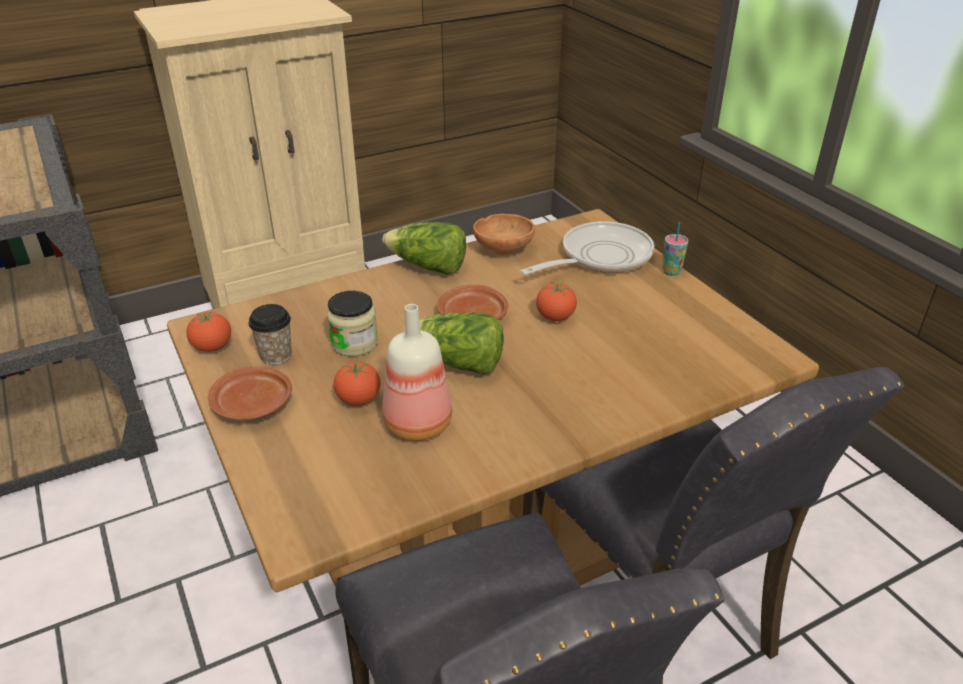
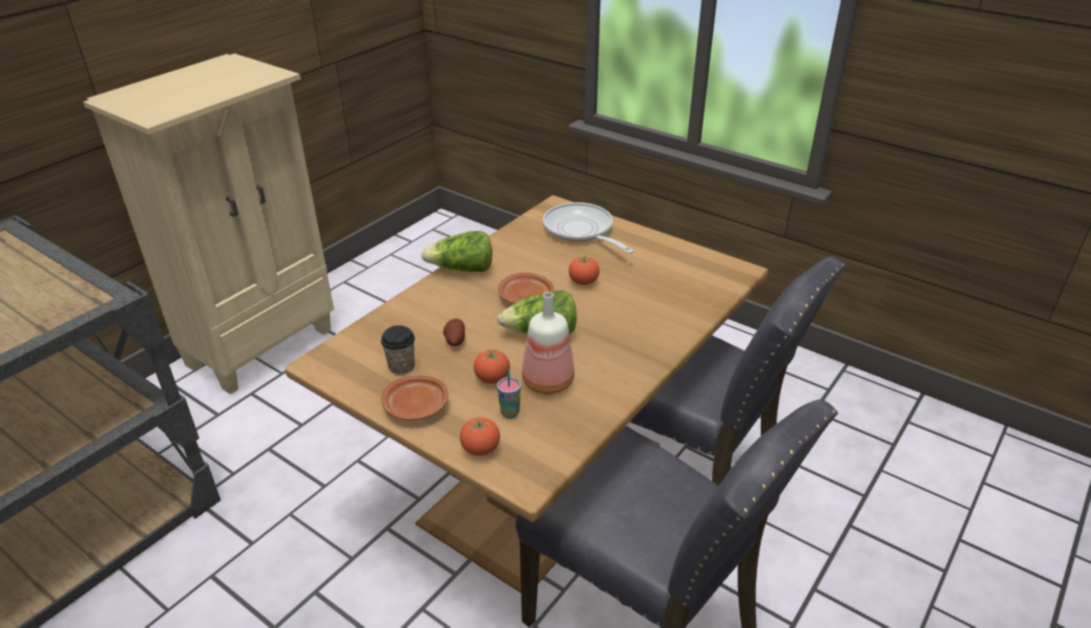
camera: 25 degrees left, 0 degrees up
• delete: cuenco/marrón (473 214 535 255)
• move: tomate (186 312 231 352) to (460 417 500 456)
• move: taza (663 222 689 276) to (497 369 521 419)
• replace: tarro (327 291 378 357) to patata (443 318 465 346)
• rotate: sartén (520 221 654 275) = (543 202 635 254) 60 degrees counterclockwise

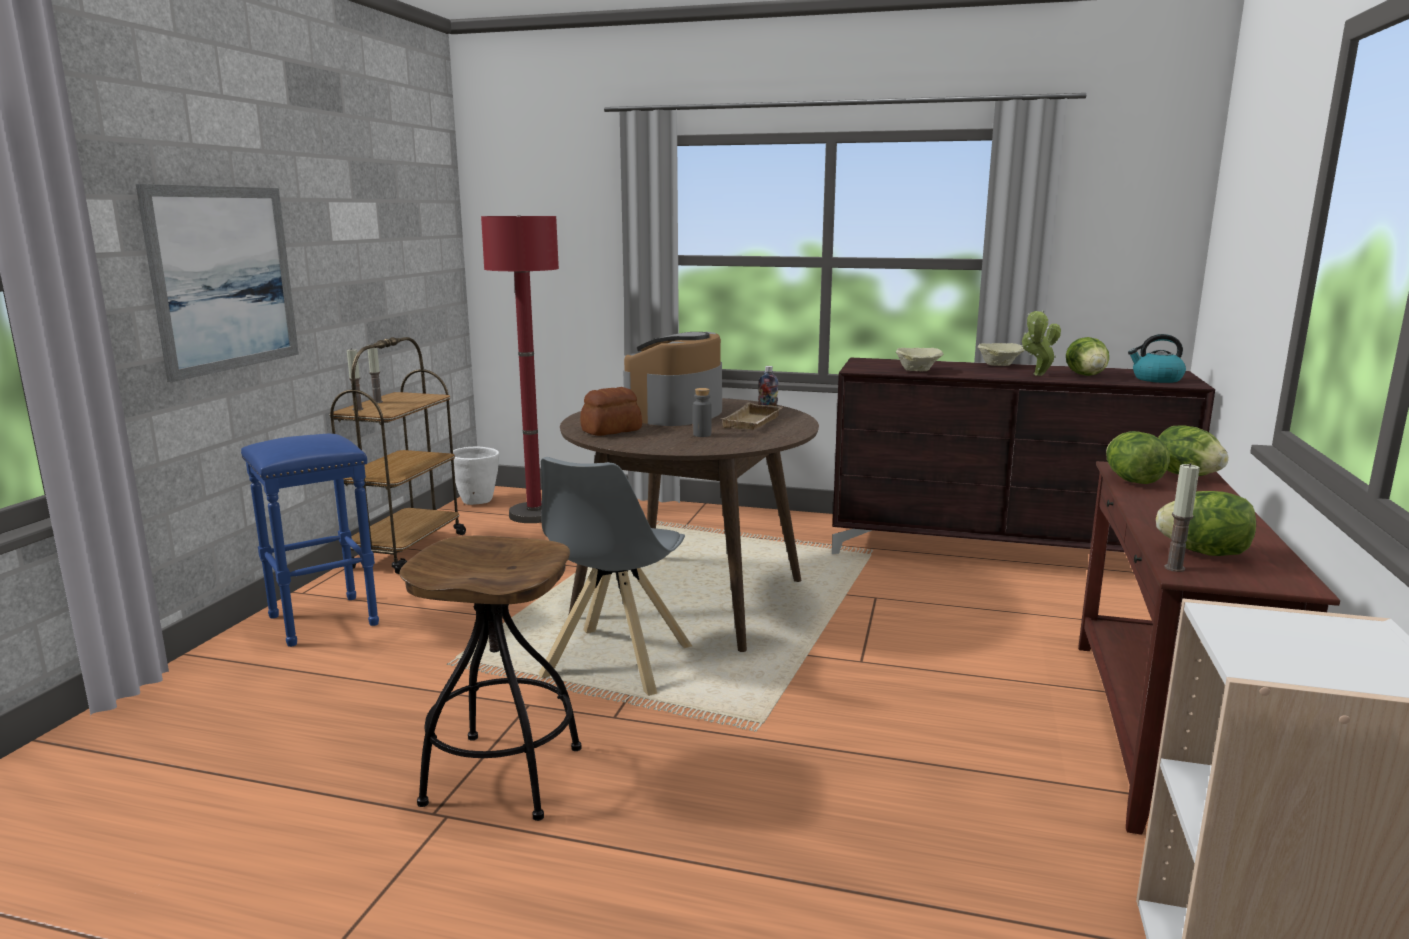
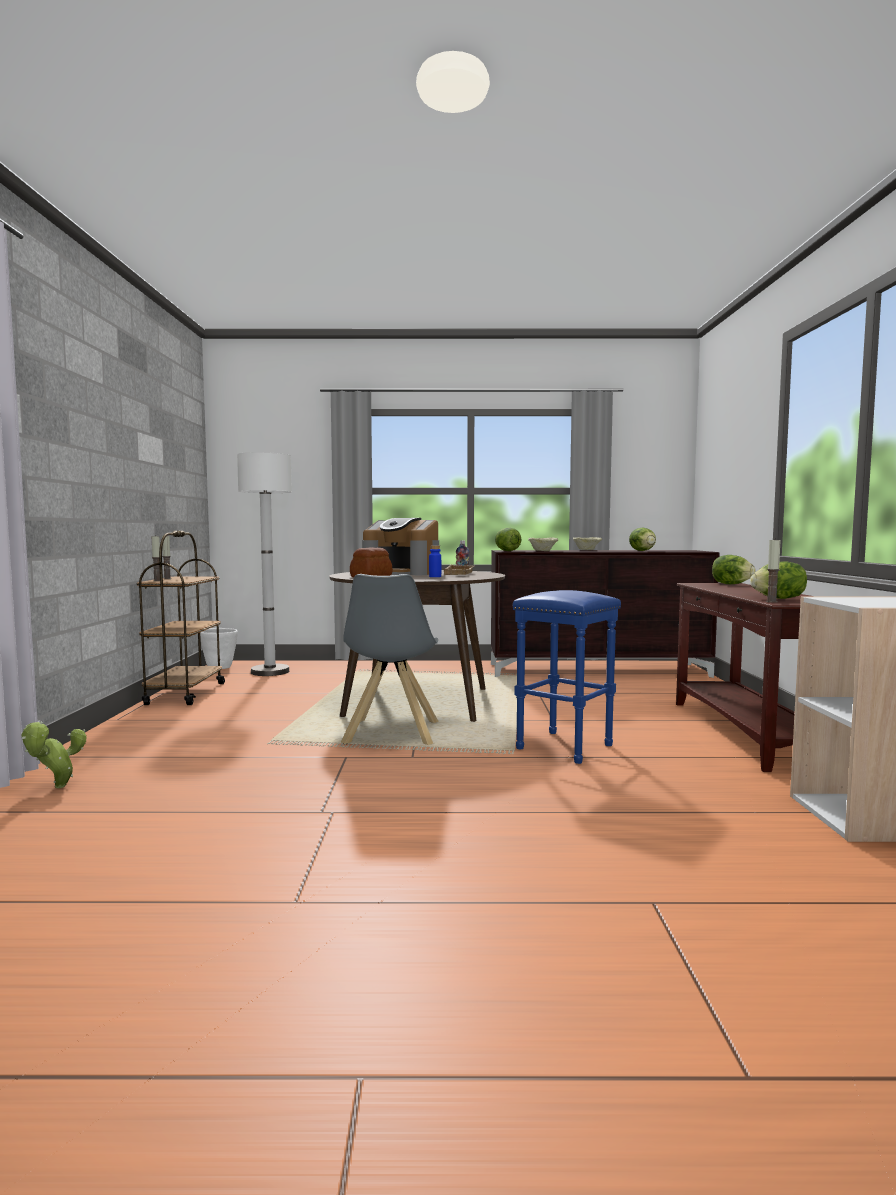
camera: 15 degrees left, 10 degrees down
• delete: cuadro (136 184 299 382)
• delete: taburete/marrón (399 536 581 821)
• delete: hervidor (1128 334 1186 383)
• move: taburete/azul (241 434 379 647) to (513 590 621 764)
• move: planta en maceta (1021 310 1061 376) to (21 721 86 788)
• move: lechuga (1106 431 1170 484) to (495 528 522 551)
• recolor: lámpara de pie/rojo (481 215 559 523) to lámpara de pie/blanco (237 452 292 676)
• recolor: botella/gris (693 388 711 437) to botella/azul (429 545 441 577)
• rotate: cafetera (623 332 722 426) = (362 518 439 575) 75 degrees counterclockwise

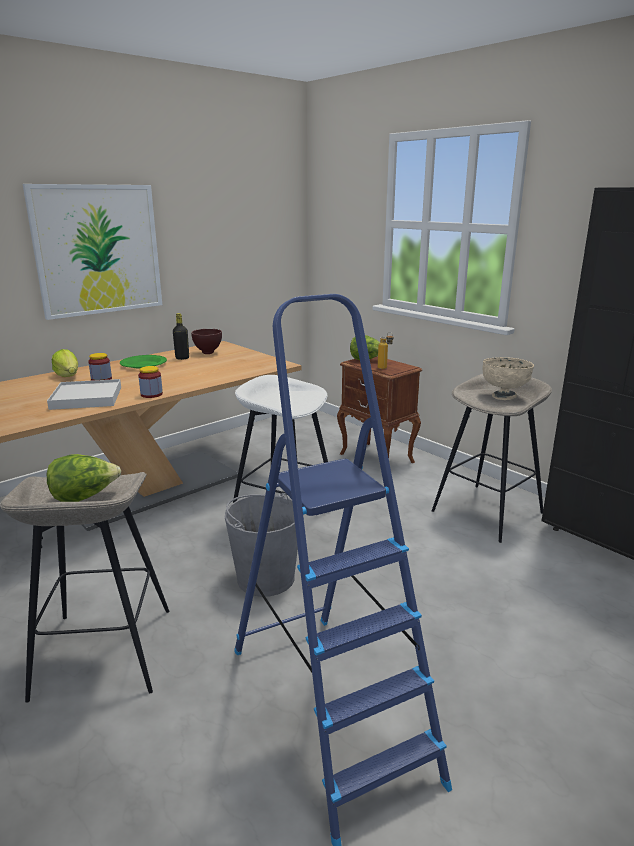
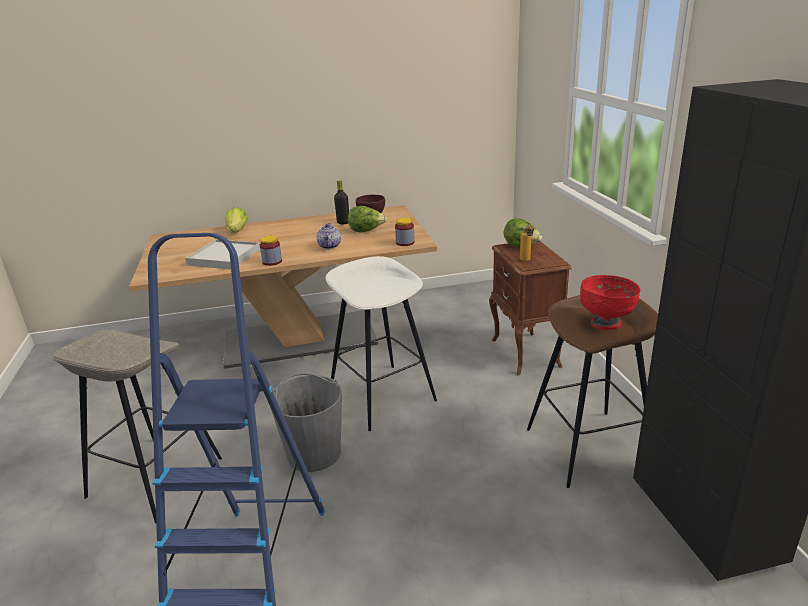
camera: 30 degrees right, 5 degrees up
• delete: cuadro (23 184 162 320)
• delete: plato/verde (120 355 167 369)
• insert: tetera (317 223 341 249)
• move: lechuga (47 454 121 502) to (348 206 387 232)
• move: tarro (88 353 112 381) to (395 218 415 246)
• recolor: taburete/gris (432 374 552 543) to taburete/marrón (527 295 658 488)
• recolor: cuenco/beis (483 357 534 400) to cuenco/rojo (580 275 640 330)

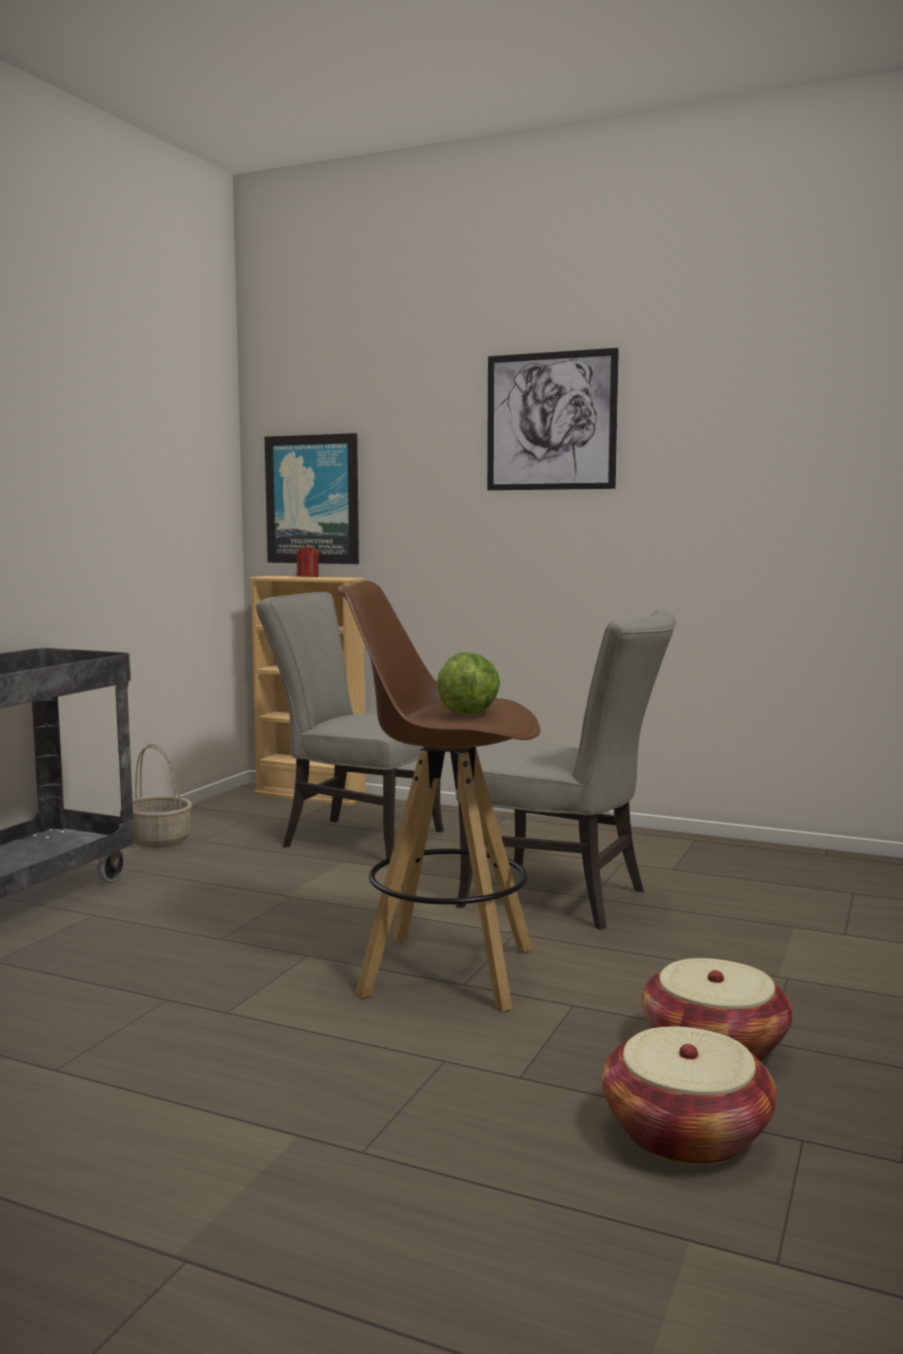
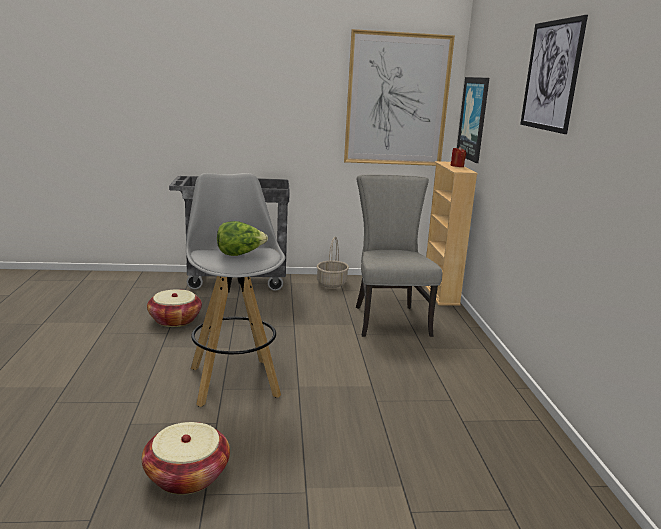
camera: 60 degrees right, 10 degrees up
• delete: silla/gris (456 610 676 930)
• insert: cuadro (344 29 455 166)
• move: cesta (602 1026 777 1166) to (147 289 202 327)
• recolor: taburete/marrón (338 581 540 1012) to taburete/gris (186 173 285 407)

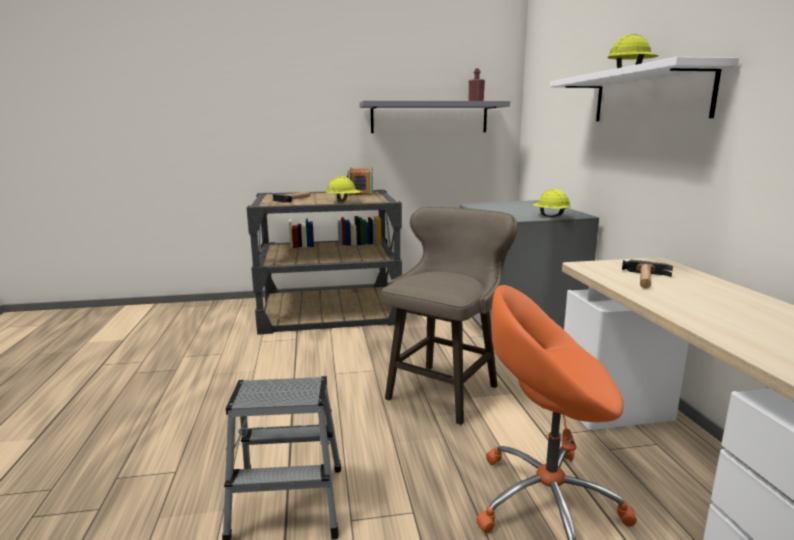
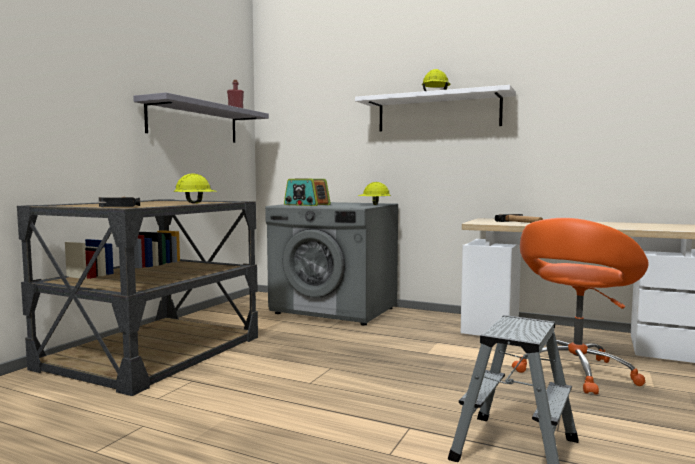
camera: 55 degrees left, 10 degrees down
• delete: taburete/beis (382 207 517 425)
• move: radio (347 167 373 196) to (284 179 331 206)

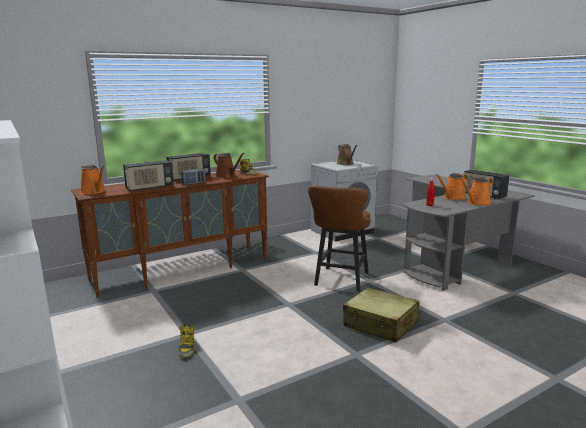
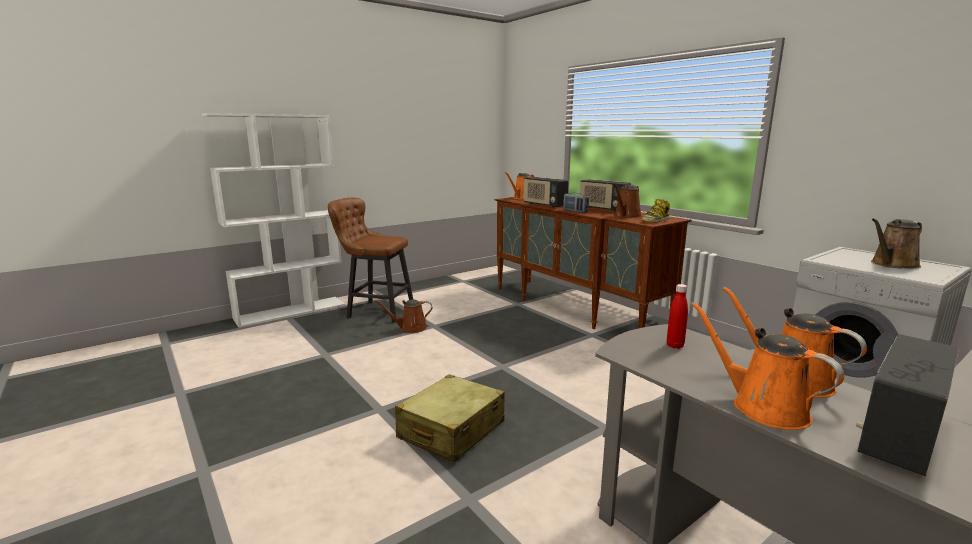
camera: 85 degrees right, 0 degrees up
• move: taburete/marrón (308 185 371 292) to (328 198 413 323)
• replace: bota (179 324 194 358) to regadera/marrón (375 300 433 333)

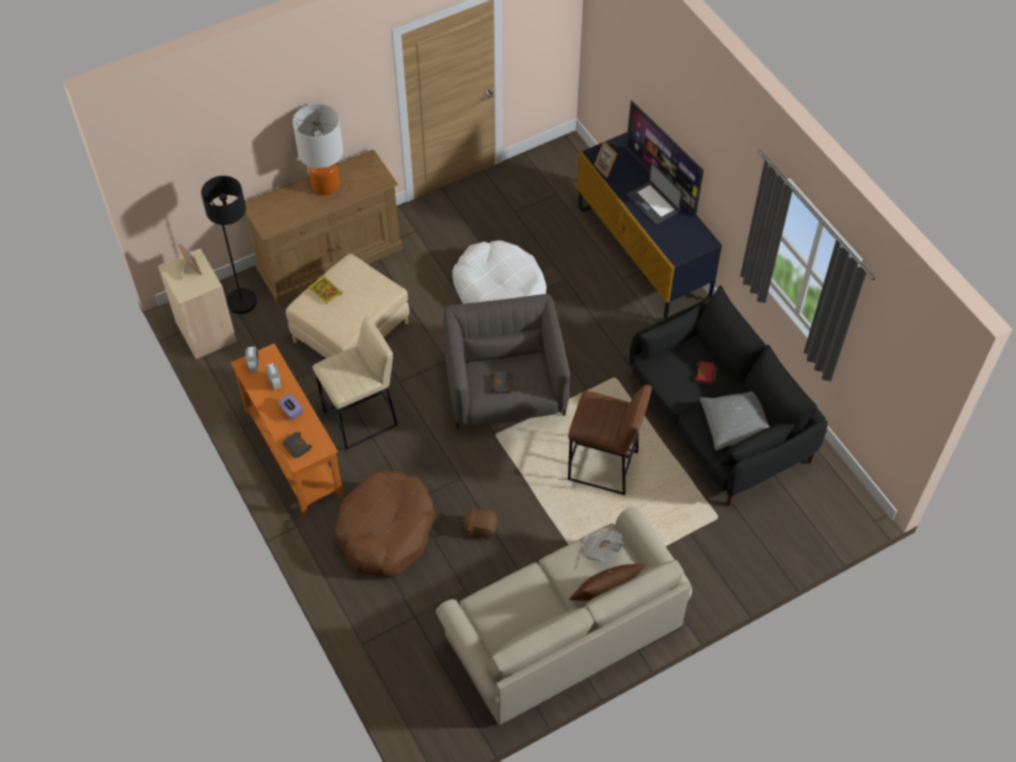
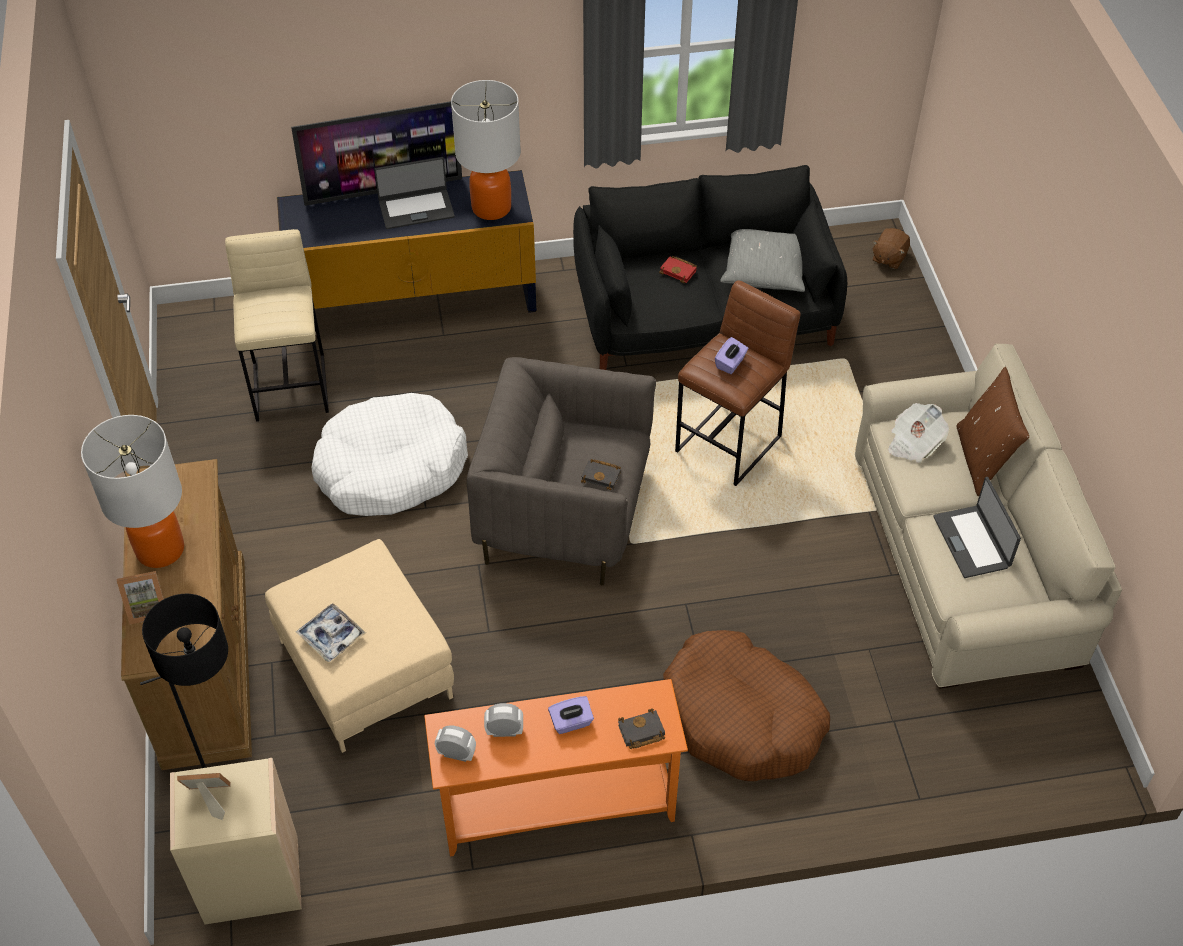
camera: 70 degrees left, 5 degrees down
• insert: lámpara de mesa (451 80 521 220)
• insert: caja de pañuelos/morado (715 337 748 374)
• insert: portátil (934 477 1021 578)
• move: taburete/beis (313 317 398 450) to (225 229 329 422)
• move: peluche/marrón (461 506 498 539) to (872 228 910 269)
• move: portarretratos (594 141 617 177) to (117 571 164 624)
• replace: libro (309 275 343 304) to bandeja (296 603 366 662)

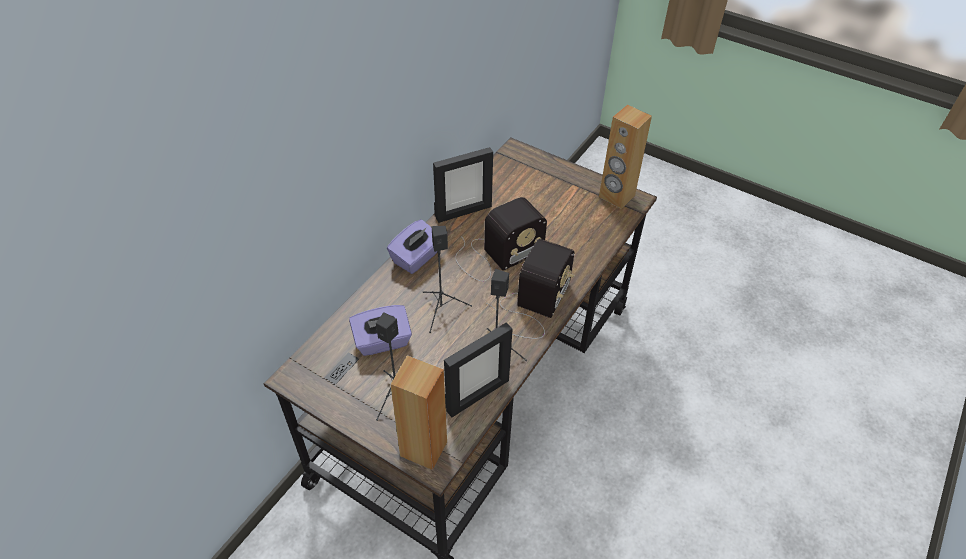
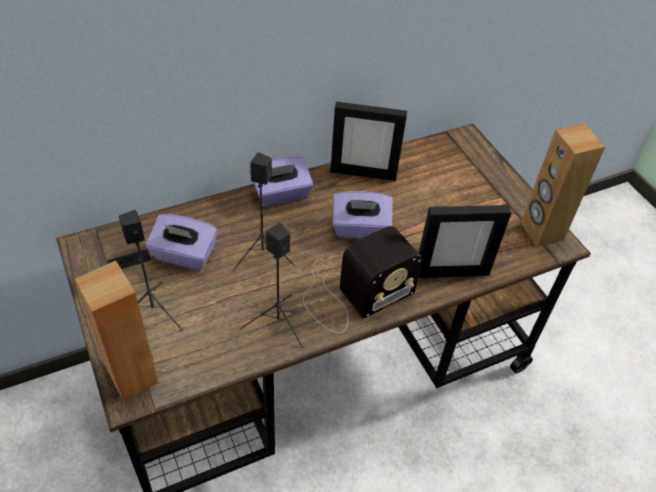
camera: 30 degrees right, 0 degrees up
• move: portarretratos (444 322 513 417) to (418 205 512 278)
• replace: radio (455 197 547 281) to caja de pañuelos/morado (333 191 392 238)

